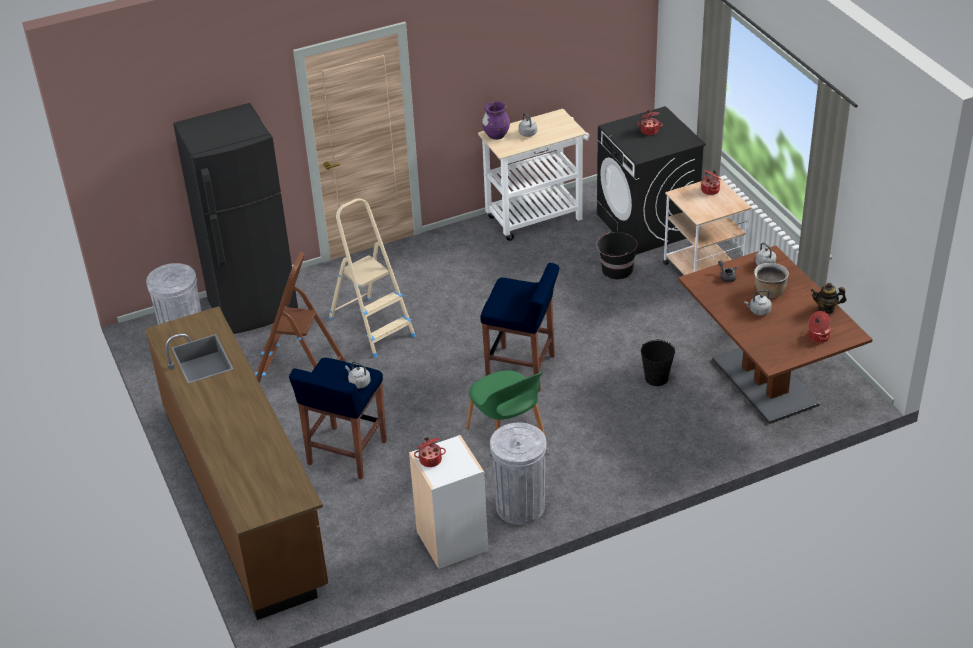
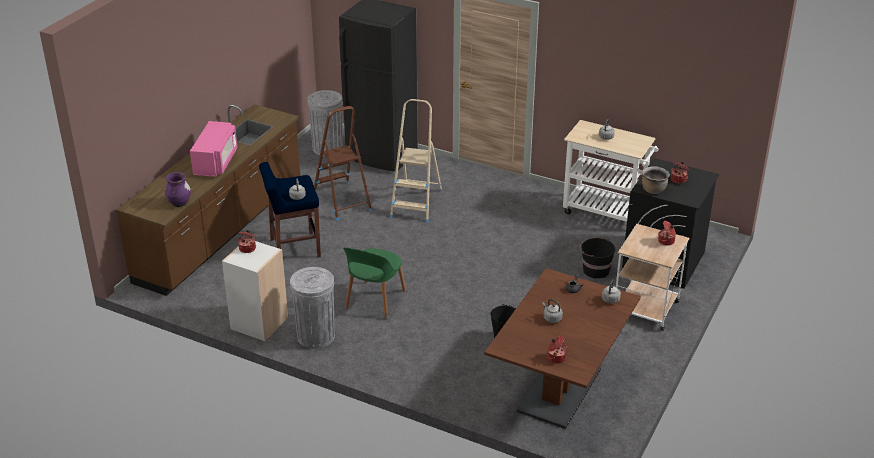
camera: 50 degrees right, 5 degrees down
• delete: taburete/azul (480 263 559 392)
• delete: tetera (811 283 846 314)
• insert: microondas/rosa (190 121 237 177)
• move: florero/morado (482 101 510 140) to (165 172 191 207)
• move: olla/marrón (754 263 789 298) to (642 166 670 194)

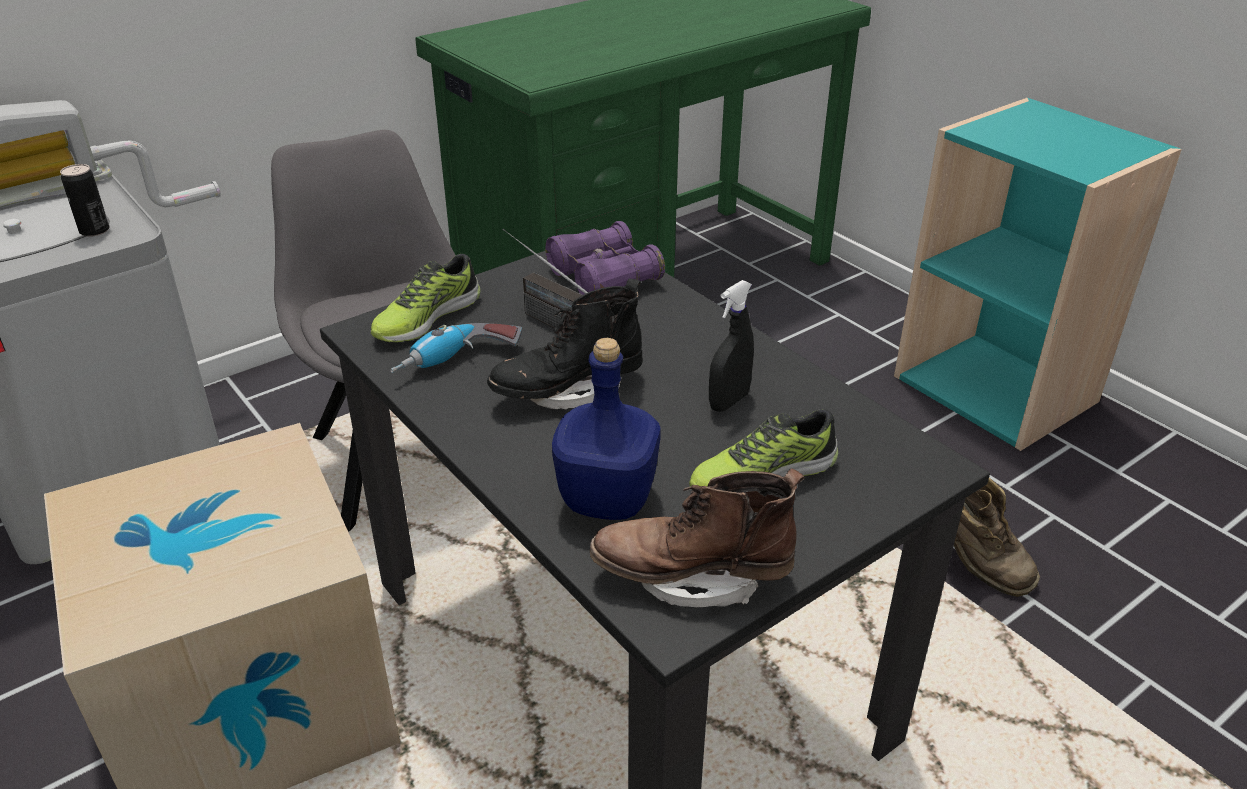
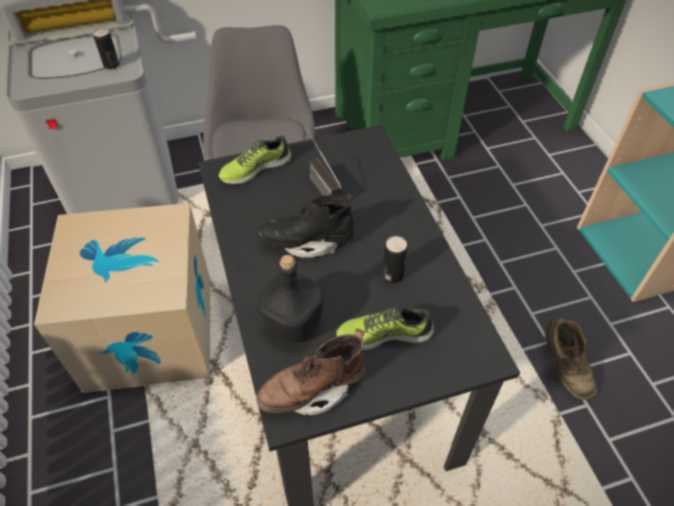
camera: 20 degrees right, 15 degrees up
• delete: taladro (390 323 522 373)
• delete: prismáticos/morado (545 221 665 295)
• replace: pulverizador/negro (709 280 754 412) to lata (382 236 407 283)
• recolor: botella/azul (552 338 661 520) to botella/negro (258 255 324 343)
• rotate: bota/marrón (590 468 805 607) = (256 329 365 415) 45 degrees counterclockwise

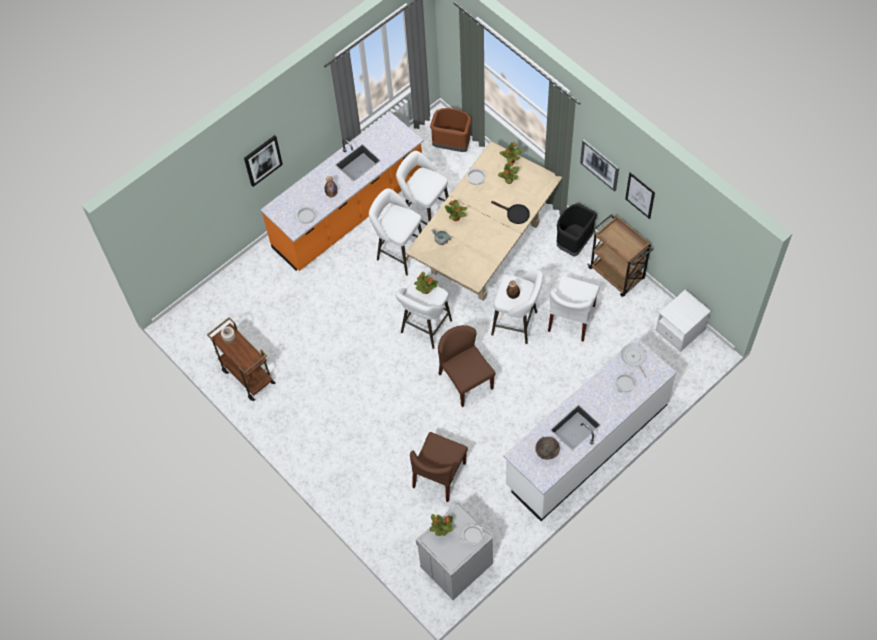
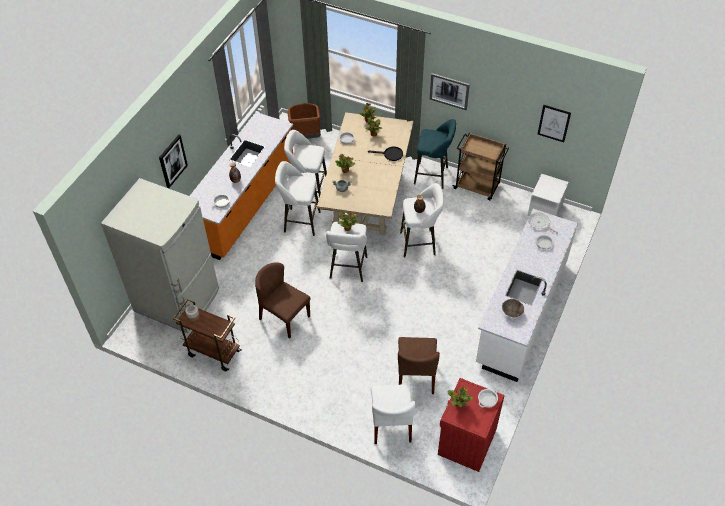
camera: 25 degrees left, 10 degrees down
• insert: nevera/blanco (101 178 219 333)
• move: silla/marrón (438 325 495 407) to (255 262 310 339)
• move: silla/blanco (548 276 600 341) to (371 384 415 444)
• move: cuadro (625 173 655 219) to (537 105 571 142)
• replace: papelera/negro (557 204 597 256) to taburete/turquesa (414 119 456 189)
• recolor: lavadora/blanco (416 503 493 600) to lavadora/rojo (438 378 505 472)

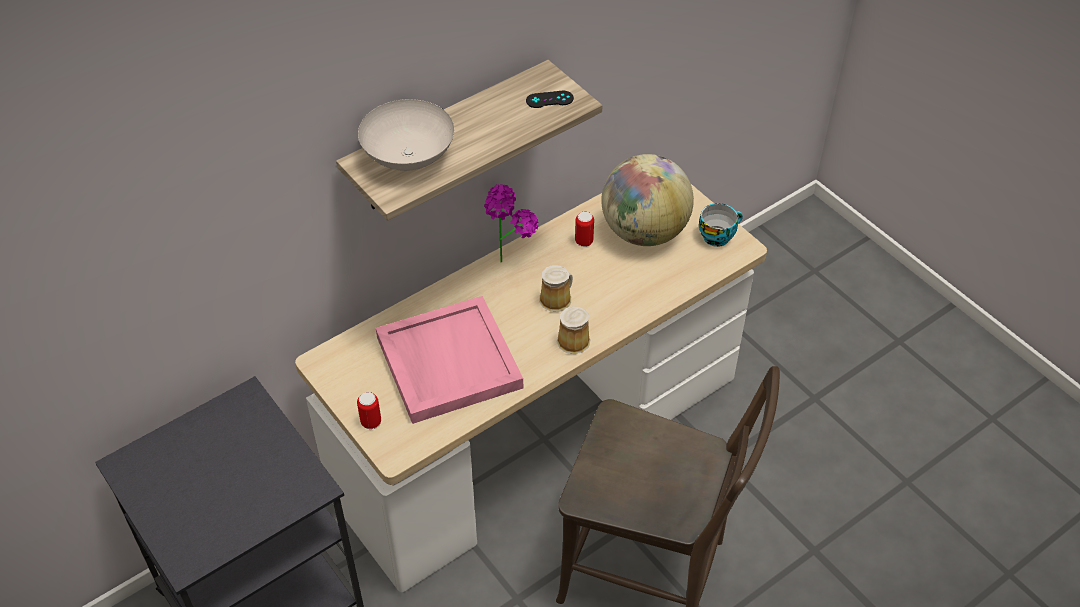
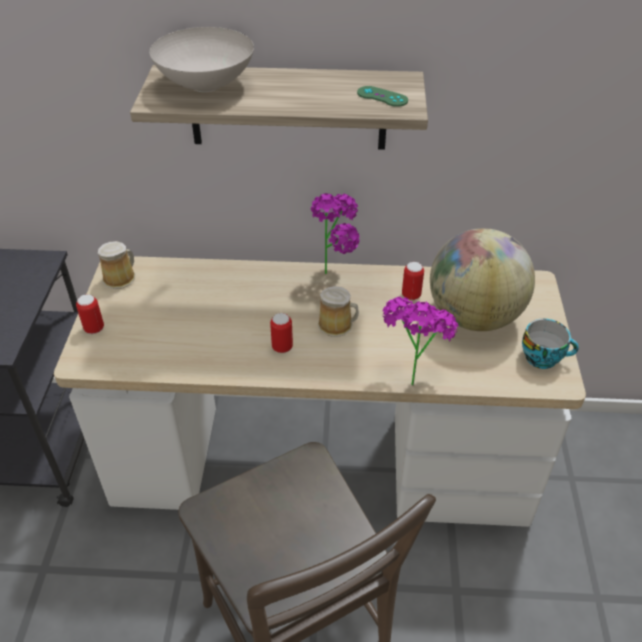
camera: 40 degrees right, 5 degrees down
• delete: bandeja/rosa (376 296 523 424)
• insert: lata (270 313 293 353)
• insert: planta en maceta (382 297 458 386)
• move: taza grande (557 306 590 354) to (98 241 135 289)
• recolor: mando de consola/negro (526 91 574 108) to mando de consola/verde (357 86 408 107)

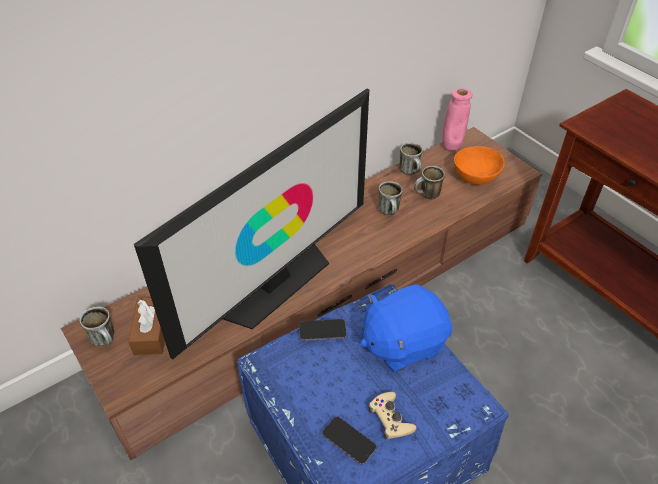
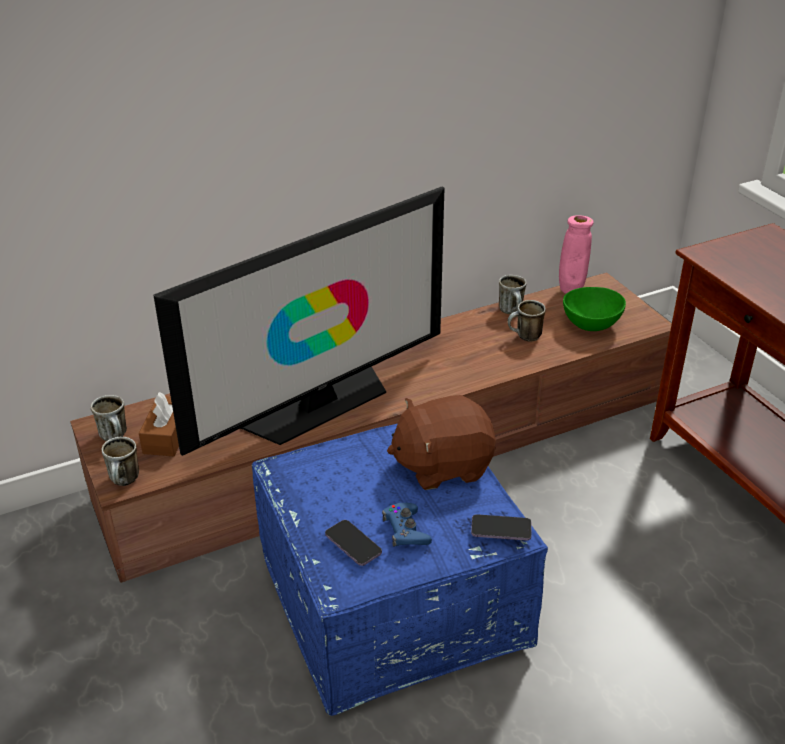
camera: 10 degrees right, 10 degrees down
• move: móvil (299 319 346 341) to (471 514 532 540)
• move: taza grande (378 181 403 215) to (101 437 139 486)
• recolor: peluche/azul (360 284 452 372) to peluche/marrón (387 395 496 490)
• recolor: mando de consola/beis (368 392 416 440) to mando de consola/azul (382 503 432 547)
• recolor: cuenco/naranja (454 146 504 185) to cuenco/verde (563 287 626 331)

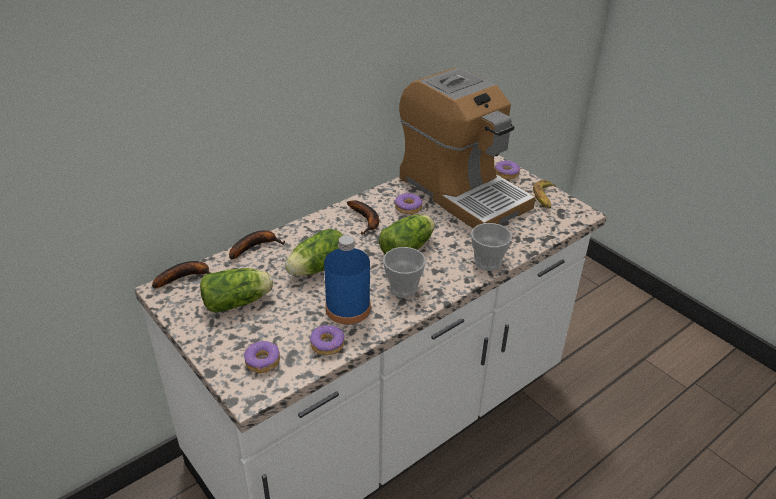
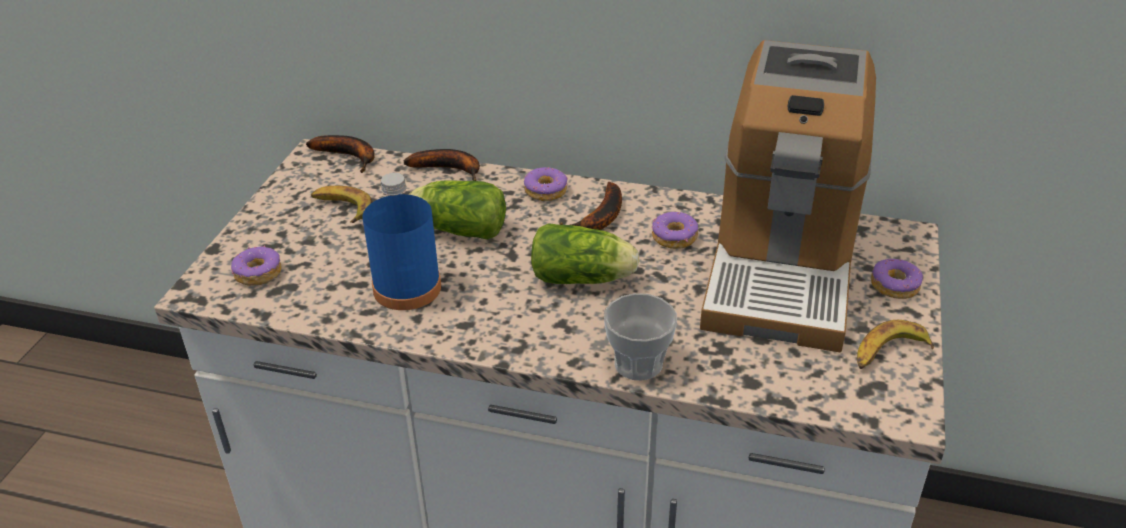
camera: 55 degrees right, 0 degrees up
• delete: taza (383 247 426 298)
• move: rosquilla (310 325 344 355) to (524 167 568 201)
• replace: lechuga (200 268 273 312) to plátano (311 186 373 223)

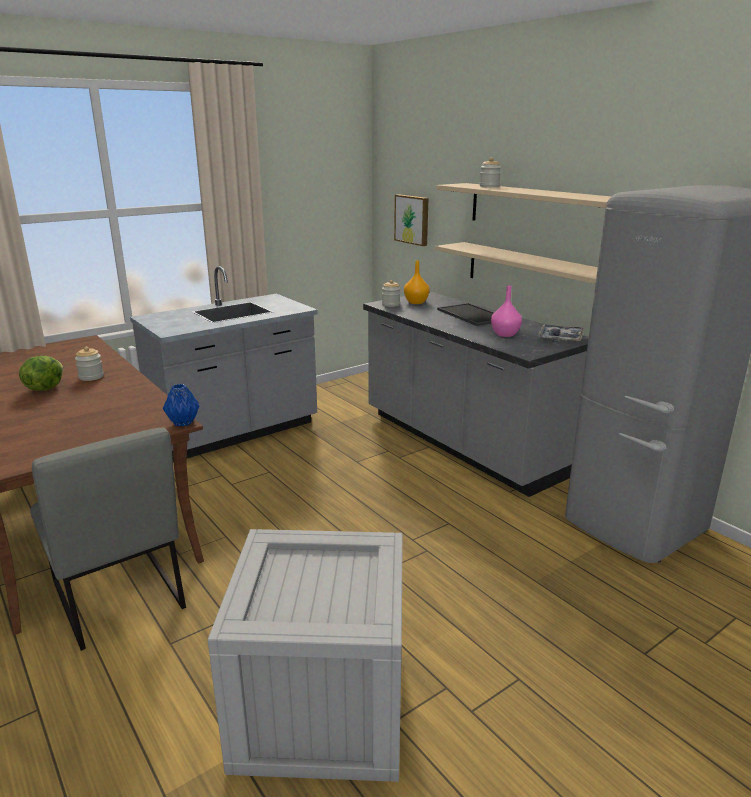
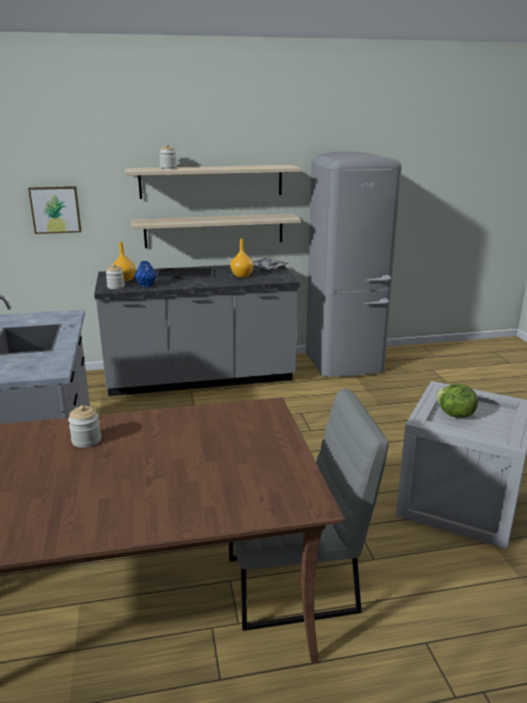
camera: 65 degrees left, 0 degrees up
• move: lechuga (19 356 63 391) to (435 383 478 418)
• move: florero/azul (163 384 199 426) to (135 261 157 287)
• recolor: florero/rosa (491 285 522 337) to florero/naranja (230 238 254 278)

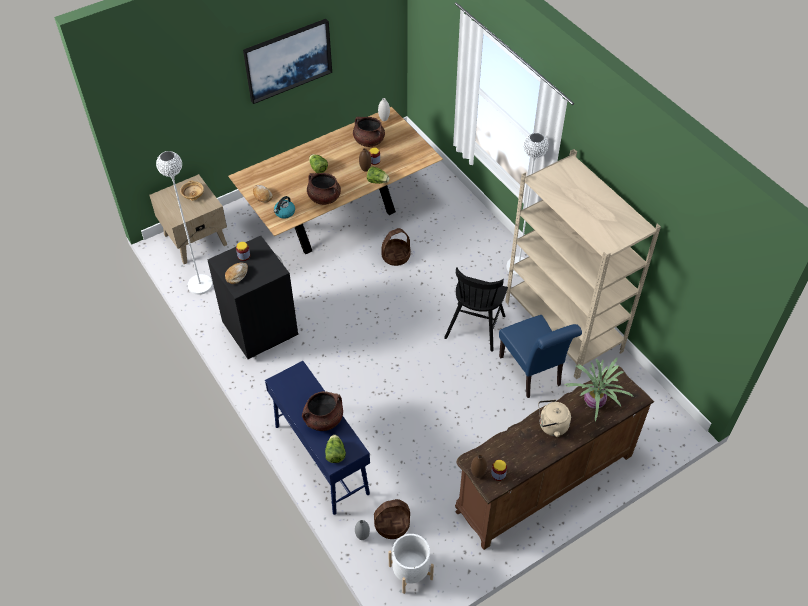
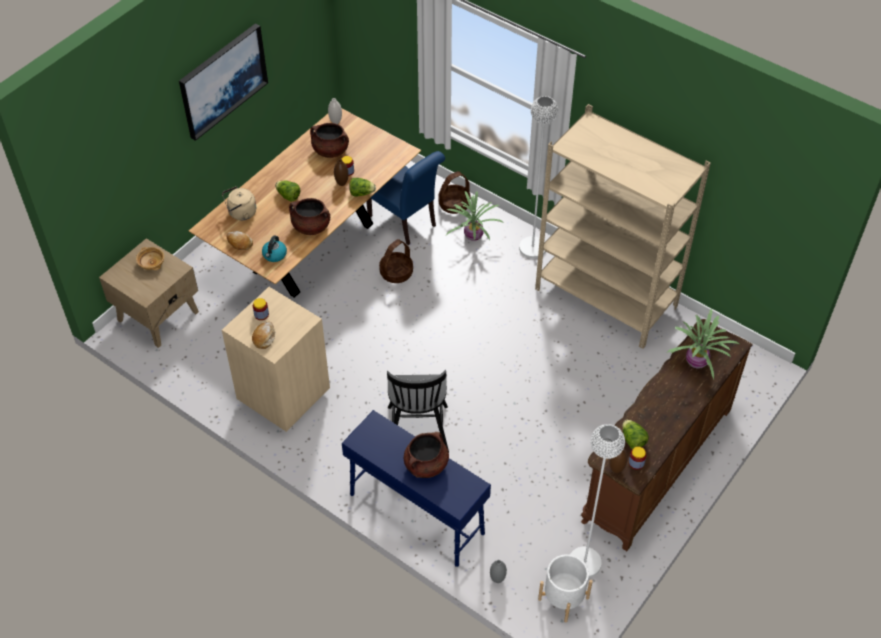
camera: 20 degrees left, 0 degrees up
• insert: planta en maceta (446 191 504 241)
• move: lámpara de pie/blanco (156 151 213 295) to (570 424 625 578)
• move: lechuga (325 435 346 463) to (622 420 649 449)
• move: cesta (374 499 410 539) to (438 171 471 214)
• move: silla/negro (444 267 508 352) to (387 369 449 452)
• move: silla/azul (499 315 582 398) to (366 151 445 245)
• move: hervidor/beis (538 400 571 437) to (222 186 256 220)
• recolor: cómoda/negro (208 236 298 359) to cómoda/beis (222 287 330 432)

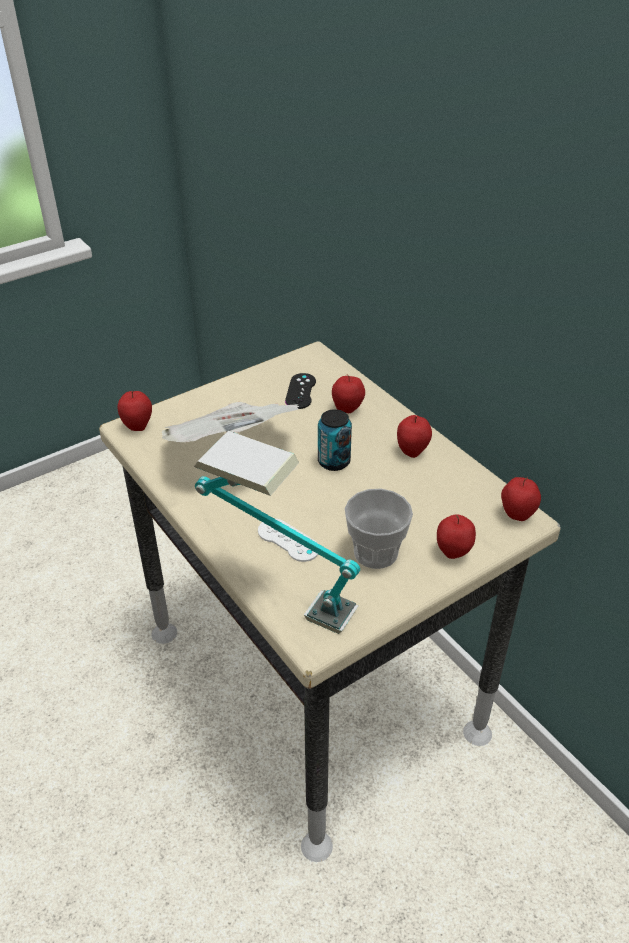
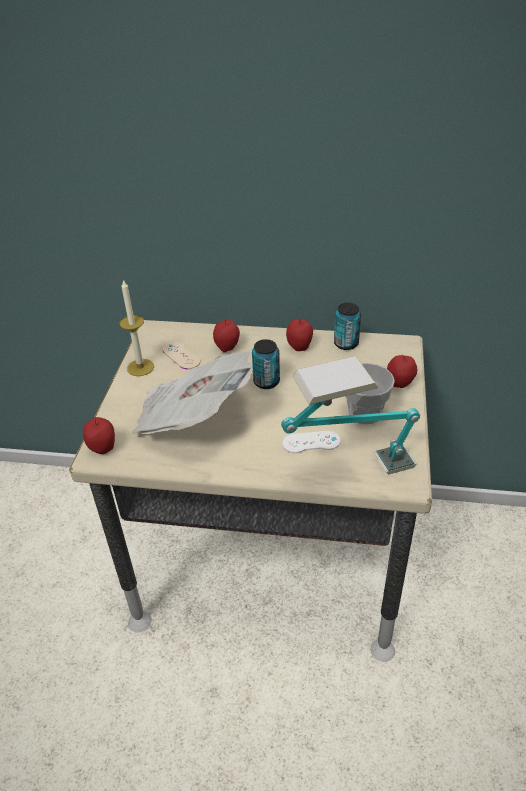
camera: 45 degrees left, 0 degrees up
• delete: manzana (501 477 541 521)
• insert: vela (120 279 154 376)
• insert: lata (334 303 361 350)
• recolor: mando de consola/negro (285 373 316 409) to mando de consola/beis (163 342 200 369)

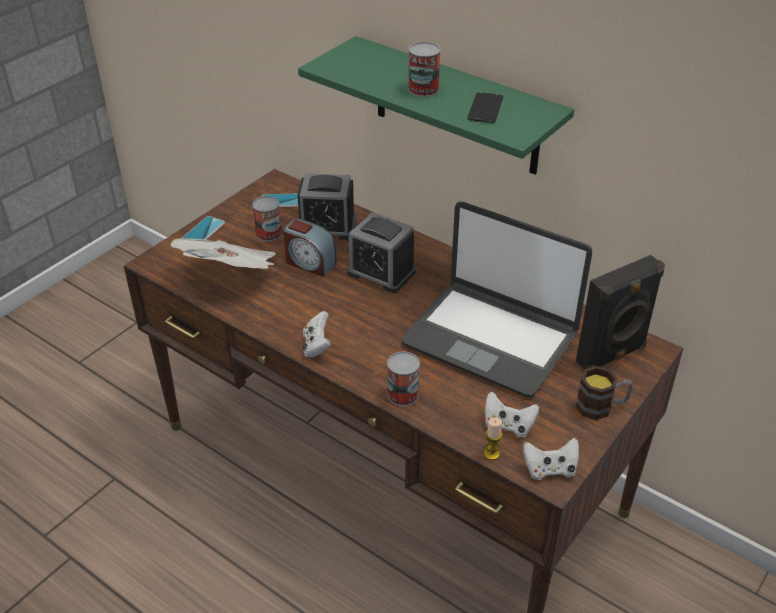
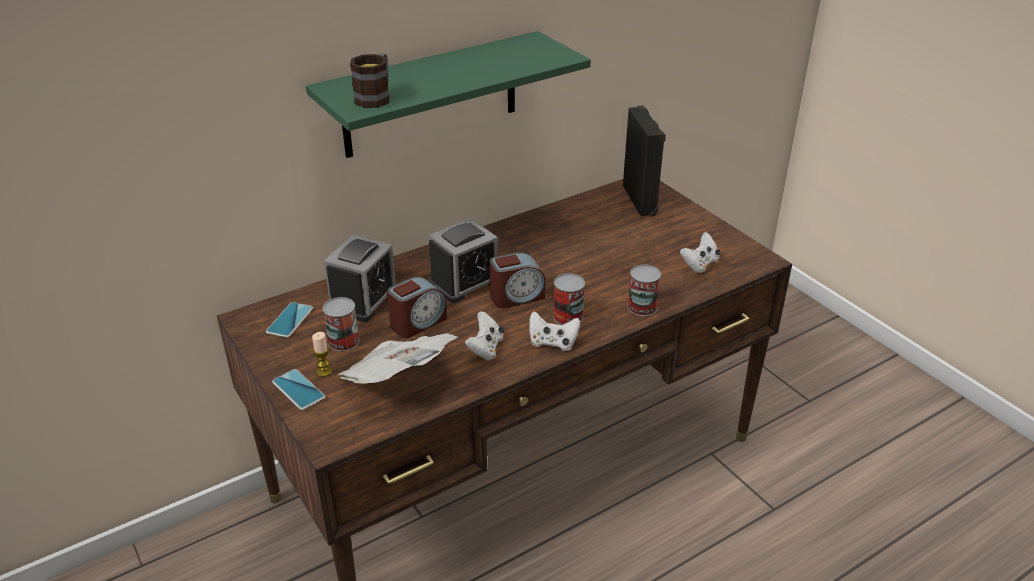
camera: 70 degrees left, 5 degrees down
• delete: portátil (401 202 592 397)
• delete: móvil (467 92 503 123)
• insert: despertador (489 252 545 308)
• move: lata (408 42 441 97) to (553 273 585 325)
• move: vela (484 417 502 460) to (312 332 332 377)
• move: mando de consola/blanco (523 438 579 480) to (465 311 504 360)
• move: taza grande (575 366 633 420) to (350 53 390 108)

